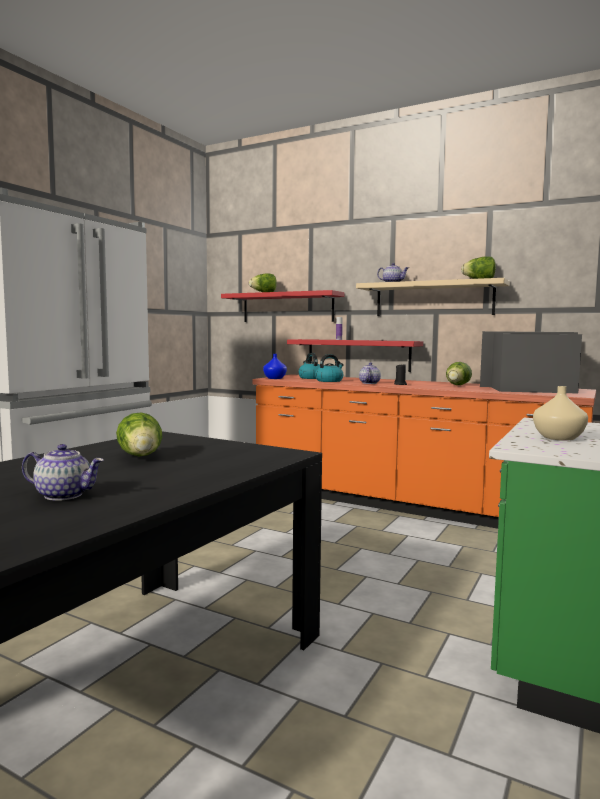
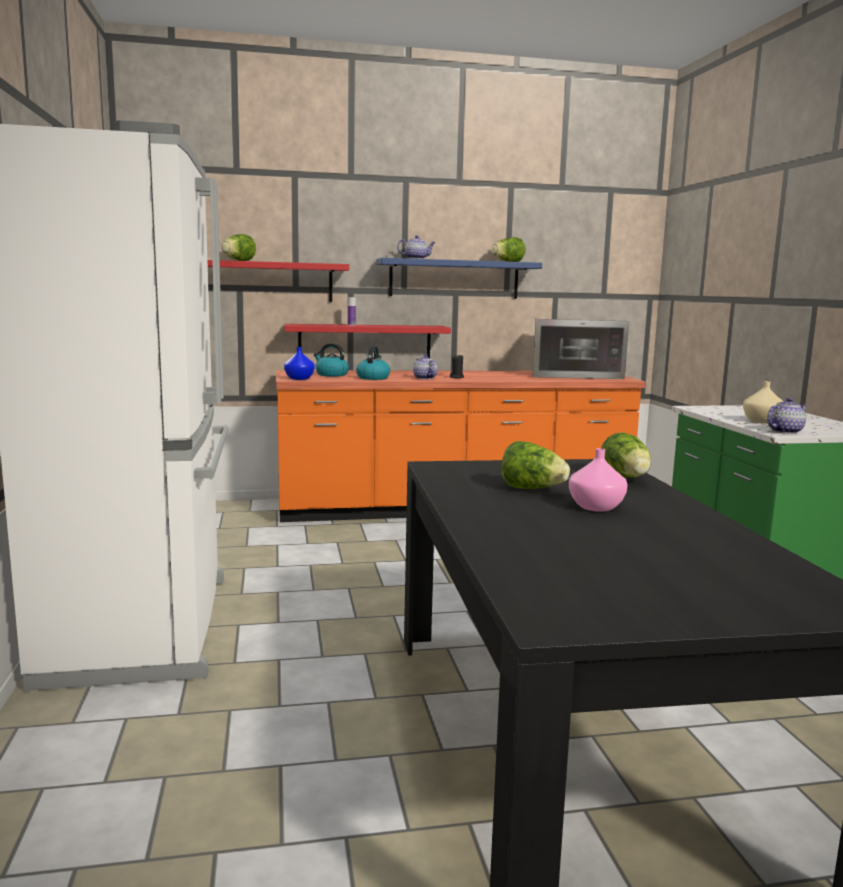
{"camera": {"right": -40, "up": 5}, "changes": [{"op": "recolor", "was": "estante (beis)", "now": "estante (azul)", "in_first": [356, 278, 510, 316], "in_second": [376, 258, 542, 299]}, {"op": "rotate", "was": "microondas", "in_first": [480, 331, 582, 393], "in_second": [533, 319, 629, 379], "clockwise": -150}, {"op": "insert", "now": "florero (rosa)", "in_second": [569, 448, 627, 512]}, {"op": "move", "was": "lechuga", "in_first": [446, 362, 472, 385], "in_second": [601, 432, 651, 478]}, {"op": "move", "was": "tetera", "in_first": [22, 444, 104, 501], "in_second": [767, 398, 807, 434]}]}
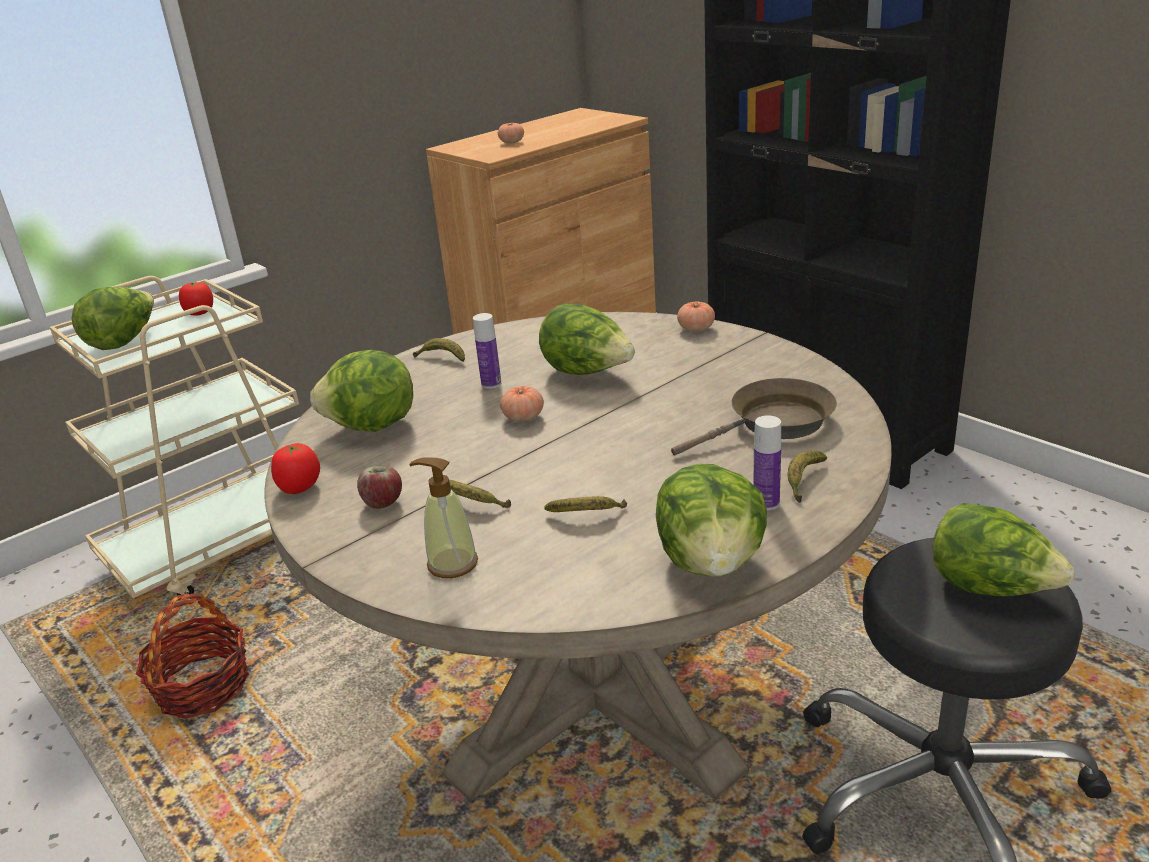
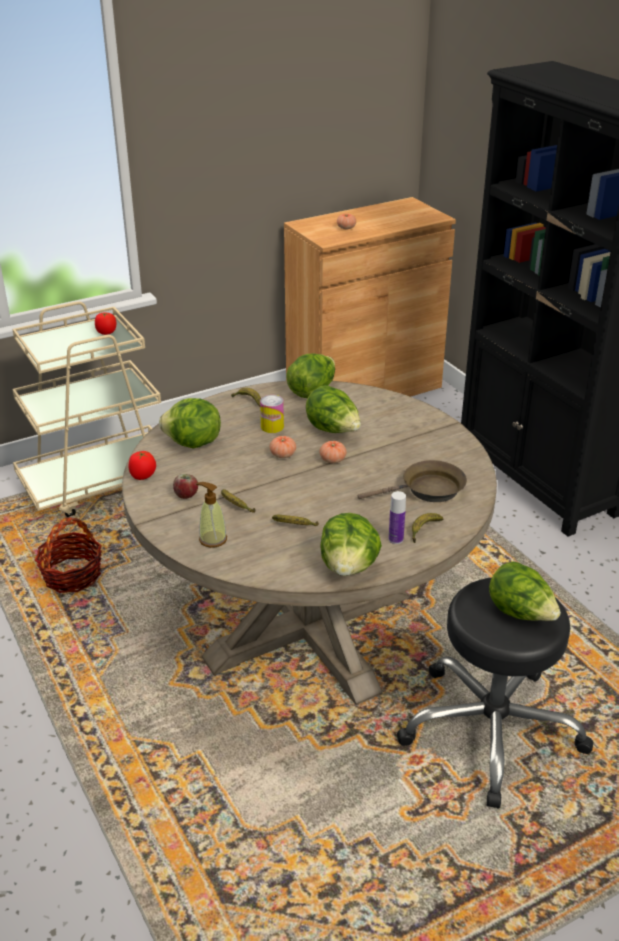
{"camera": {"right": 10, "up": 5}, "changes": [{"op": "replace", "was": "botella", "now": "lata", "in_first": [473, 313, 501, 389], "in_second": [260, 395, 284, 433]}, {"op": "move", "was": "lechuga", "in_first": [71, 287, 154, 350], "in_second": [286, 353, 335, 398]}, {"op": "move", "was": "tomate", "in_first": [677, 302, 715, 332], "in_second": [320, 441, 347, 463]}]}
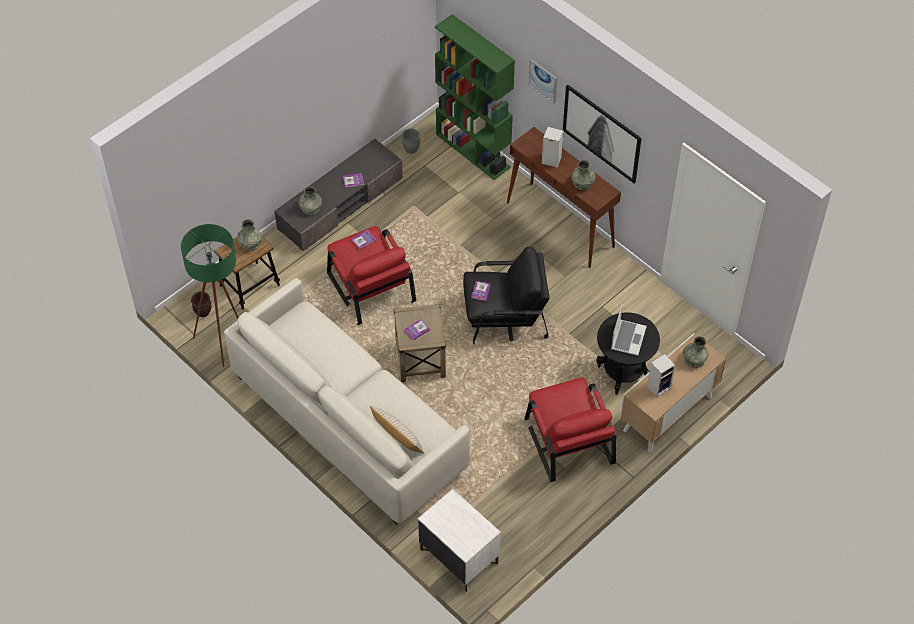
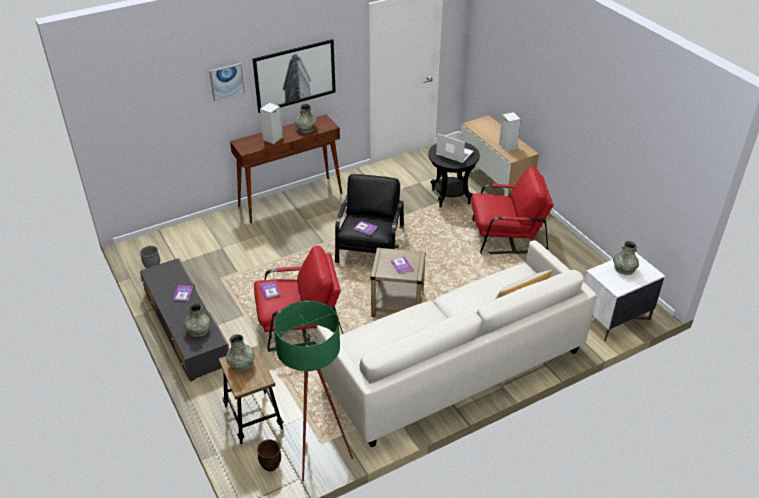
{"camera": {"right": -75, "up": -15}, "changes": [{"op": "move", "was": "florero (gris)", "in_first": [683, 336, 709, 368], "in_second": [613, 241, 639, 275]}, {"op": "delete", "was": "estantería (verde)", "in_first": [434, 14, 515, 180]}]}
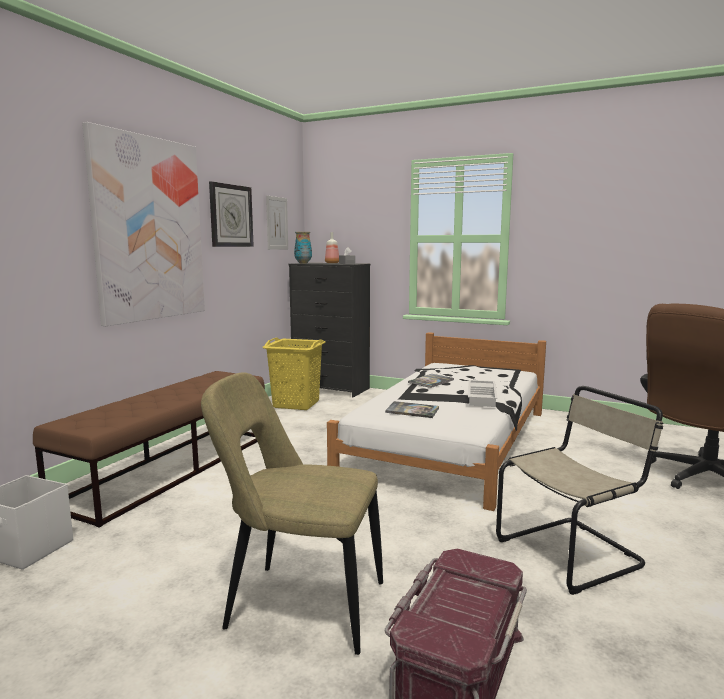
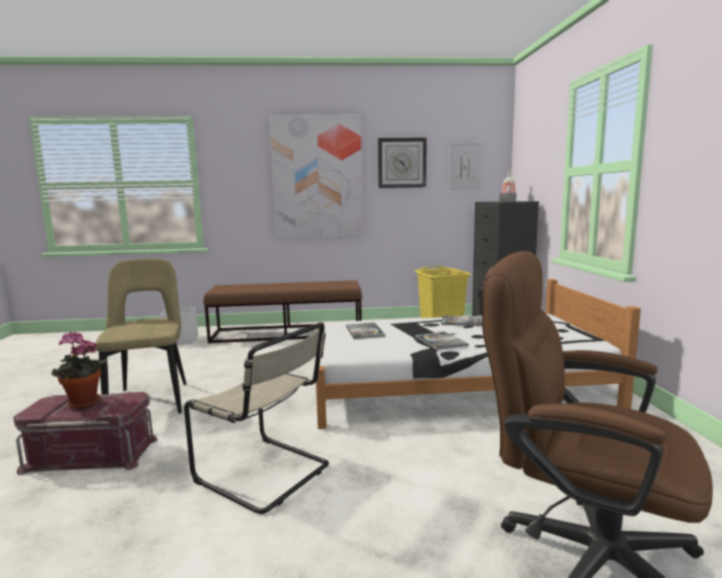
{"camera": {"right": 60, "up": 0}, "changes": [{"op": "insert", "now": "planta en maceta", "in_second": [51, 332, 107, 408]}, {"op": "replace", "was": "bandeja (blanco)", "now": "libro", "in_first": [468, 380, 498, 407], "in_second": [415, 332, 468, 350]}, {"op": "delete", "was": "florero", "in_first": [294, 232, 312, 264]}]}
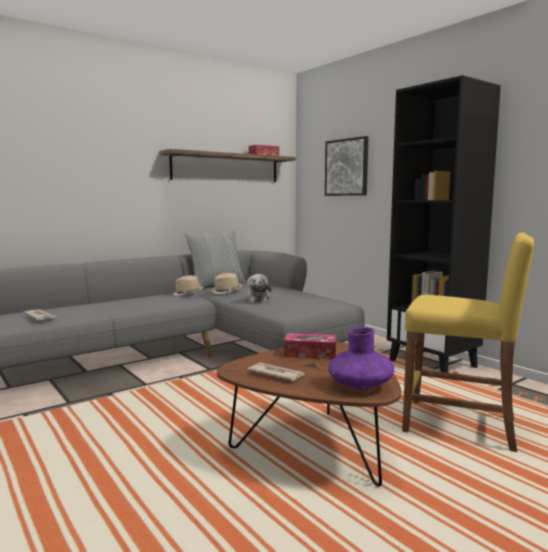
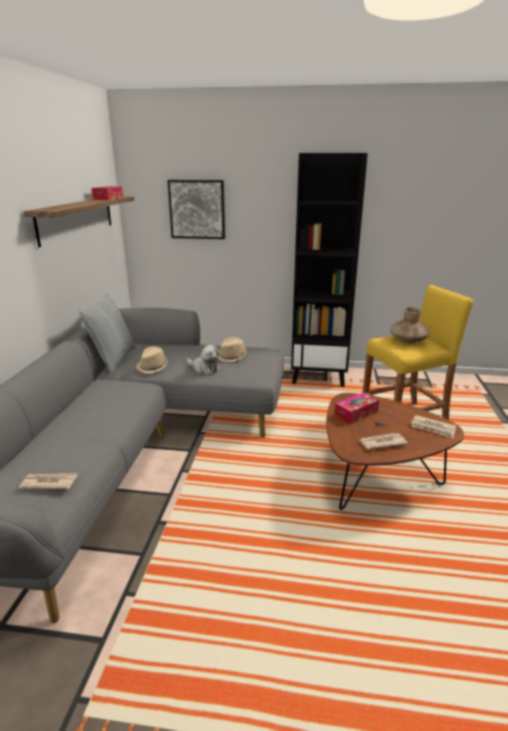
{"camera": {"right": -45, "up": 15}, "changes": [{"op": "move", "was": "sombrero (beis)", "in_first": [173, 275, 203, 295], "in_second": [218, 337, 247, 362]}, {"op": "insert", "now": "florero (marrón)", "in_second": [390, 306, 430, 343]}, {"op": "replace", "was": "florero (morado)", "now": "periódico", "in_first": [328, 327, 394, 390], "in_second": [411, 415, 456, 438]}]}
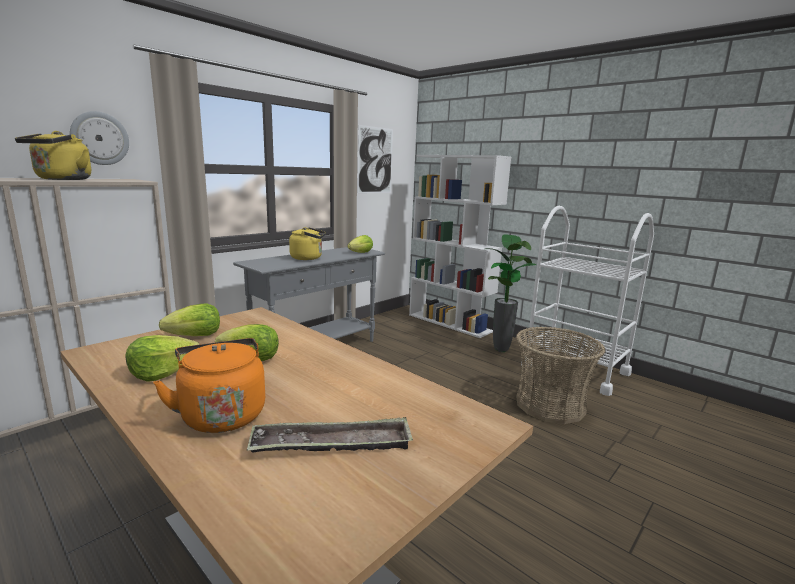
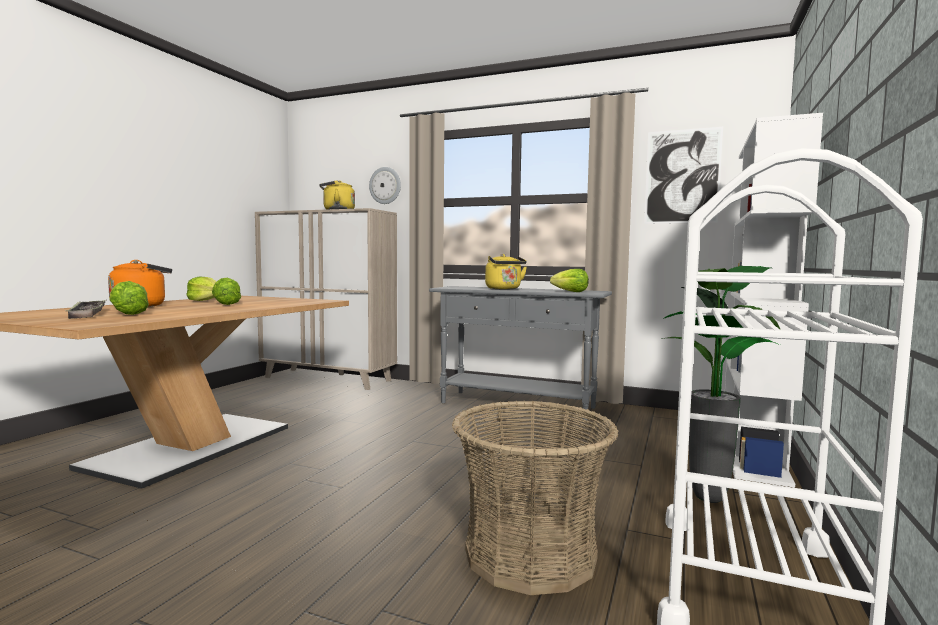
{"camera": {"right": 70, "up": -10}, "changes": [{"op": "move", "was": "lechuga", "in_first": [159, 304, 220, 336], "in_second": [109, 281, 149, 315]}]}
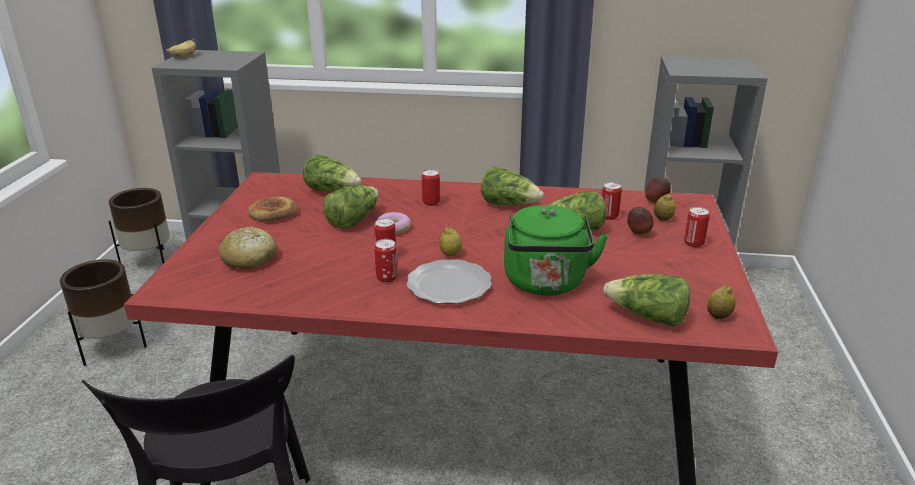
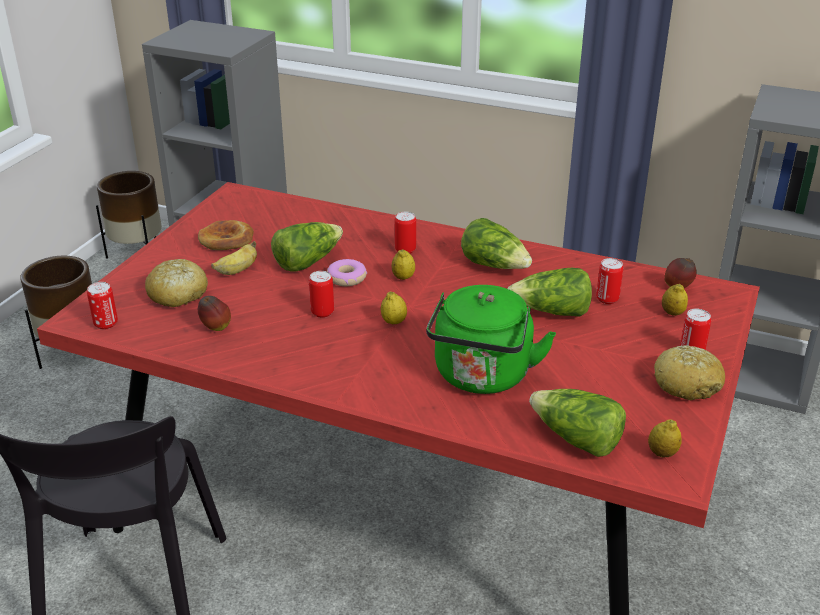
{"camera": {"right": 15, "up": 5}, "changes": [{"op": "move", "was": "lata", "in_first": [374, 239, 398, 283], "in_second": [87, 282, 118, 330]}, {"op": "move", "was": "manzana", "in_first": [627, 207, 654, 236], "in_second": [198, 296, 231, 331]}, {"op": "move", "was": "plátano", "in_first": [166, 39, 196, 58], "in_second": [211, 241, 257, 275]}, {"op": "insert", "now": "limón", "in_second": [391, 249, 415, 280]}, {"op": "insert", "now": "pan", "in_second": [654, 345, 725, 400]}, {"op": "delete", "was": "lechuga", "in_first": [303, 155, 362, 191]}, {"op": "delete", "was": "plato", "in_first": [407, 260, 492, 304]}]}
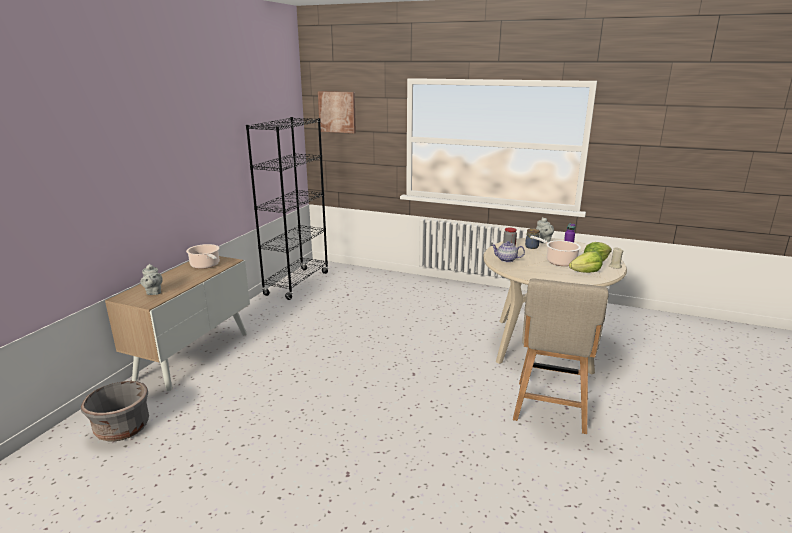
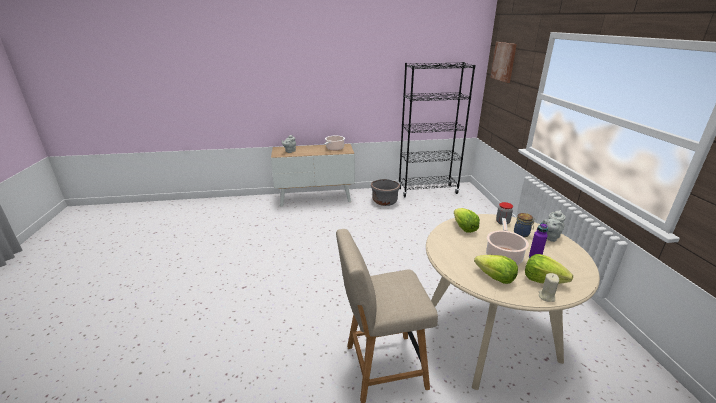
{"camera": {"right": 60, "up": 5}, "changes": [{"op": "move", "was": "maceta (gris)", "in_first": [81, 381, 149, 441], "in_second": [371, 179, 400, 206]}, {"op": "replace", "was": "tetera", "now": "lechuga", "in_first": [492, 241, 525, 262], "in_second": [454, 208, 480, 233]}]}
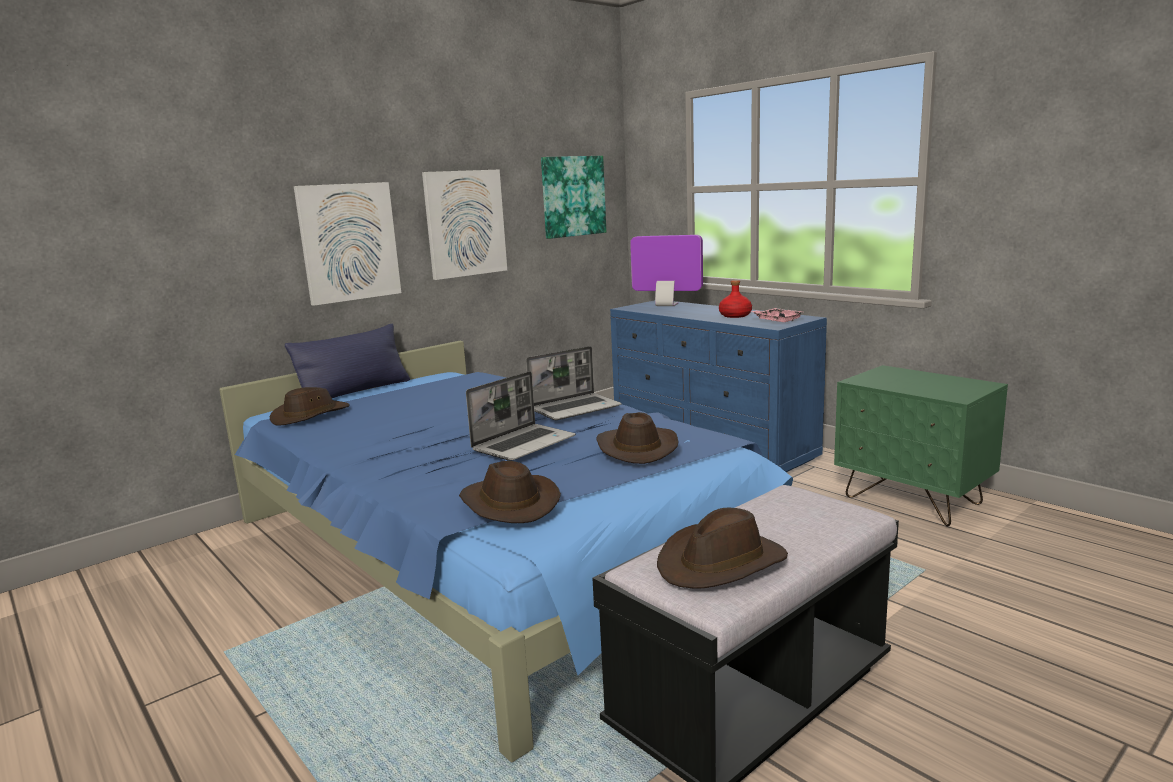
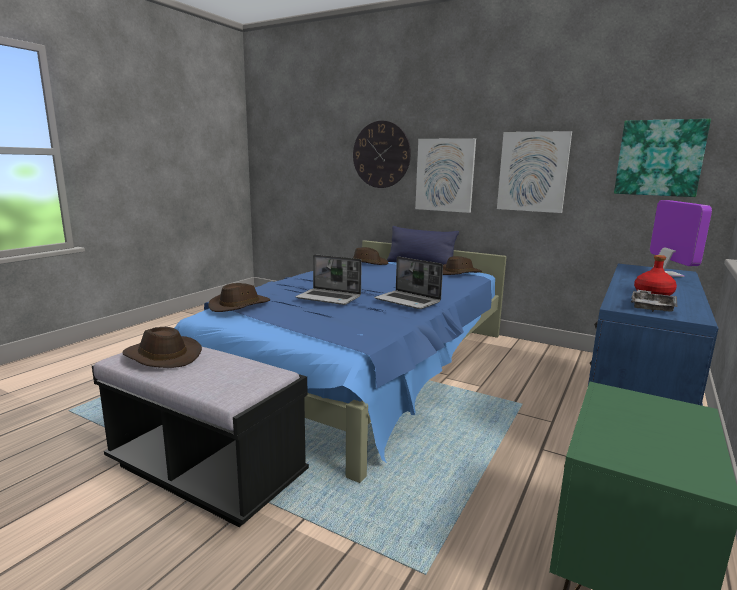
{"camera": {"right": 70, "up": 0}, "changes": [{"op": "insert", "now": "reloj de pared", "in_second": [353, 121, 411, 188]}, {"op": "move", "was": "sombrero (marrón)", "in_first": [596, 412, 678, 464], "in_second": [443, 256, 482, 275]}, {"op": "recolor", "was": "bandeja (rosa)", "now": "bandeja (gris)", "in_first": [752, 308, 802, 322], "in_second": [631, 290, 677, 312]}]}
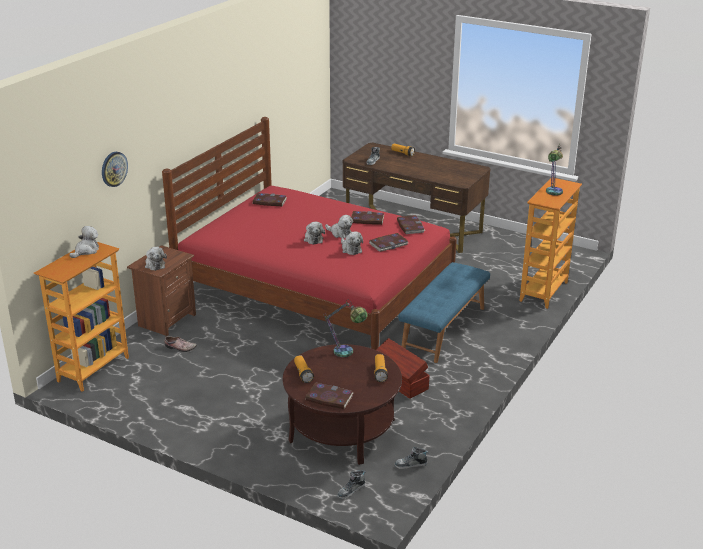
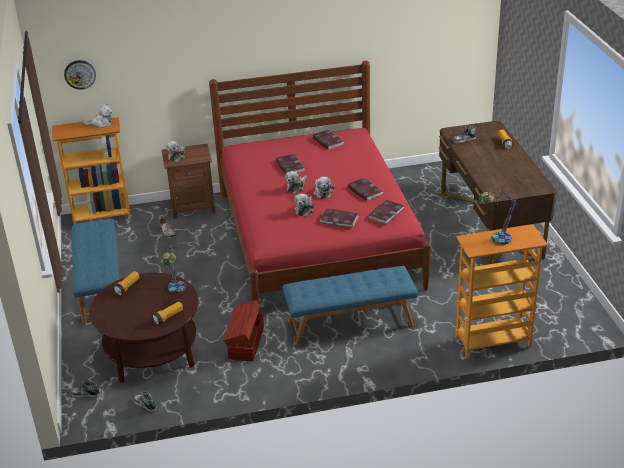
{"camera": {"right": 50, "up": 5}, "changes": [{"op": "move", "was": "reloj de pared", "in_first": [102, 152, 128, 187], "in_second": [64, 60, 96, 90]}, {"op": "insert", "now": "banco (azul)", "in_second": [72, 219, 119, 325]}, {"op": "move", "was": "libro", "in_first": [305, 382, 353, 409], "in_second": [276, 154, 305, 174]}]}
